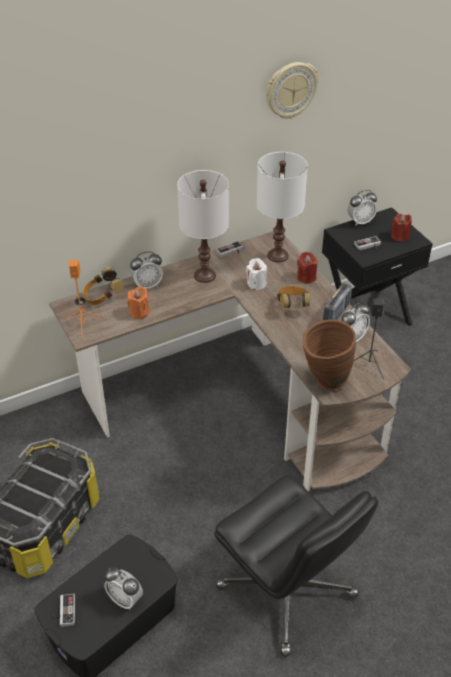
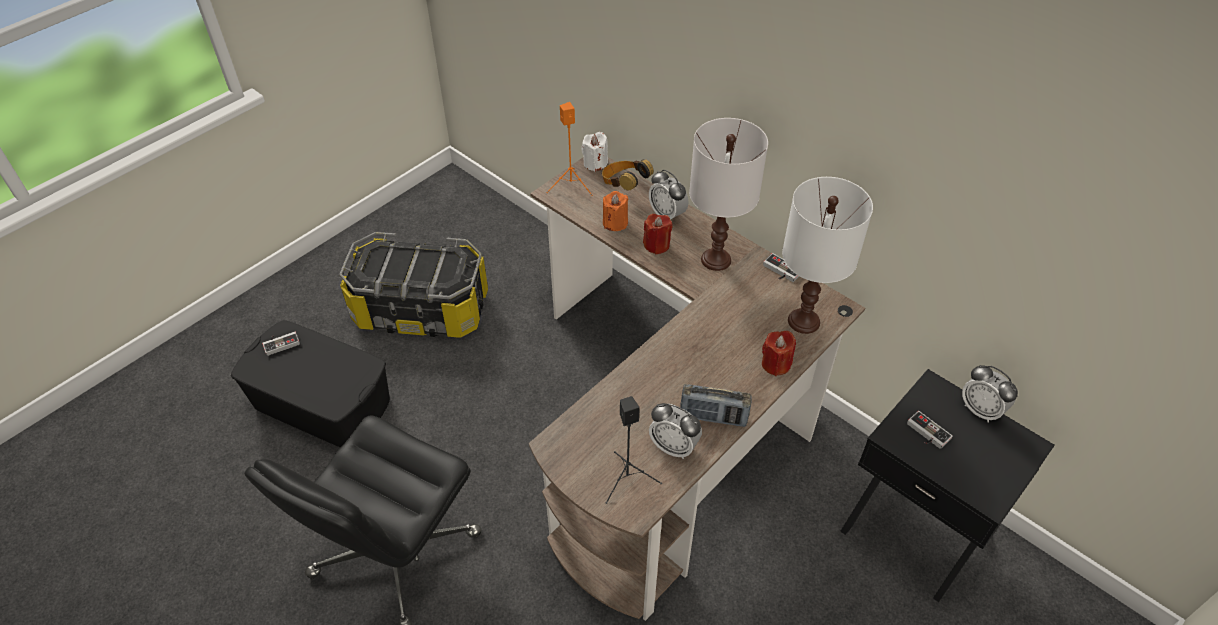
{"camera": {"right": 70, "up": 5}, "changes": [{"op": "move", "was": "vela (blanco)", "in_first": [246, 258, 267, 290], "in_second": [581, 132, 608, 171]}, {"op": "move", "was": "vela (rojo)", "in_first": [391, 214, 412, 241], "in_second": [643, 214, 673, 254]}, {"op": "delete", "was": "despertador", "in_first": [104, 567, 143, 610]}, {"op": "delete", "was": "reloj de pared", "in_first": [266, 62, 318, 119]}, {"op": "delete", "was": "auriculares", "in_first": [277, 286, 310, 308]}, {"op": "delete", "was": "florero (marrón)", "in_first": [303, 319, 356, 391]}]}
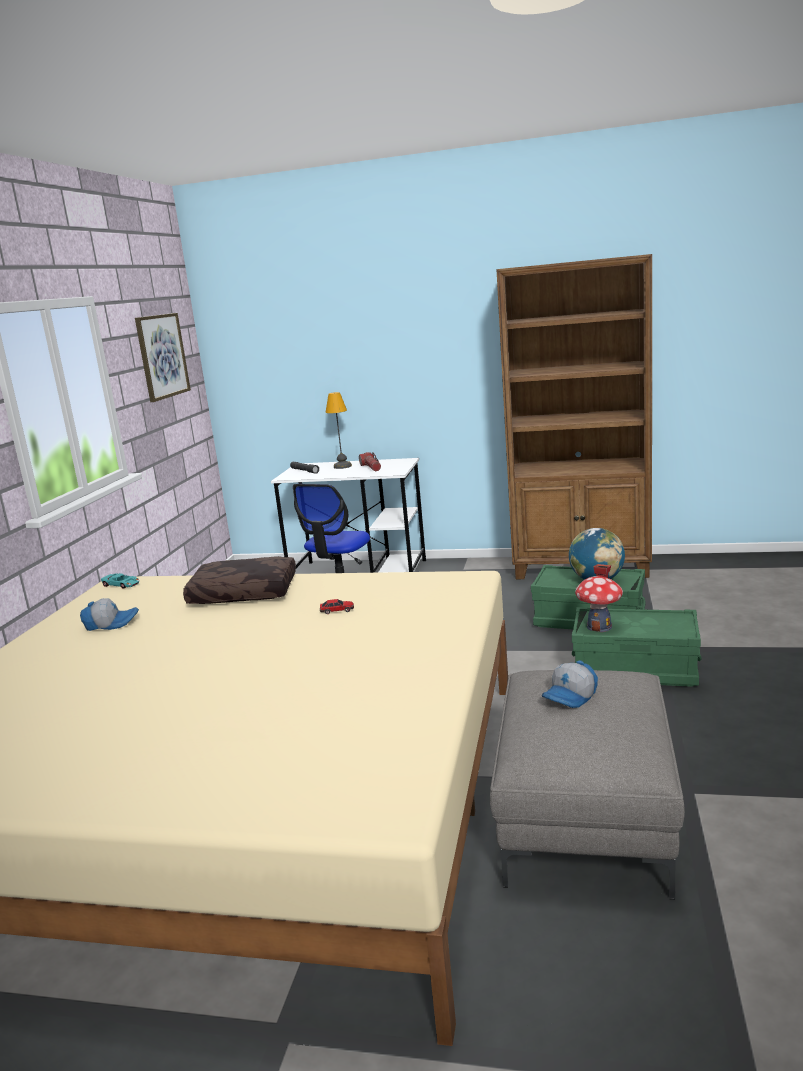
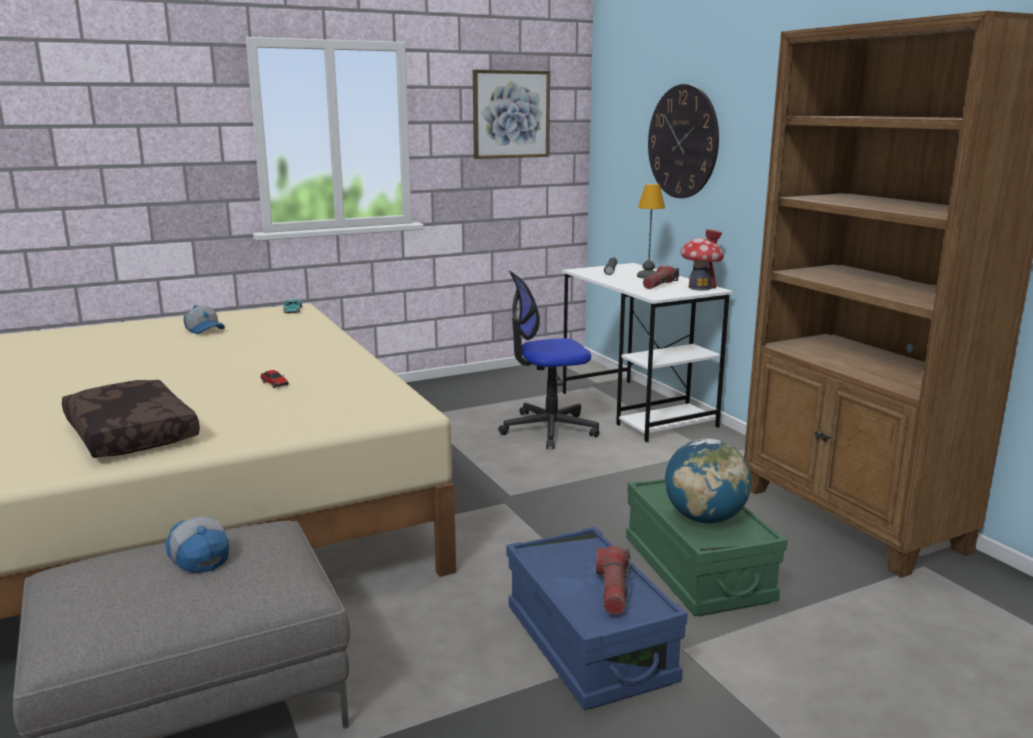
{"camera": {"right": 50, "up": 0}, "changes": [{"op": "move", "was": "cojín (marrón)", "in_first": [183, 556, 296, 604], "in_second": [62, 380, 200, 458]}, {"op": "rotate", "was": "gorra", "in_first": [542, 660, 598, 708], "in_second": [165, 516, 229, 573], "clockwise": 45}, {"op": "recolor", "was": "caja de almacenaje (verde)", "now": "caja de almacenaje (azul)", "in_first": [572, 607, 702, 687], "in_second": [506, 527, 688, 710]}, {"op": "insert", "now": "linterna", "in_second": [596, 545, 631, 615]}, {"op": "insert", "now": "reloj de pared", "in_second": [648, 84, 719, 198]}, {"op": "move", "was": "casita", "in_first": [575, 564, 623, 632], "in_second": [680, 229, 724, 290]}]}
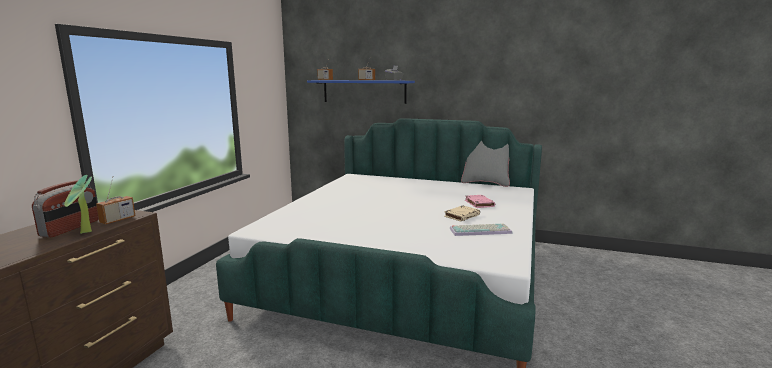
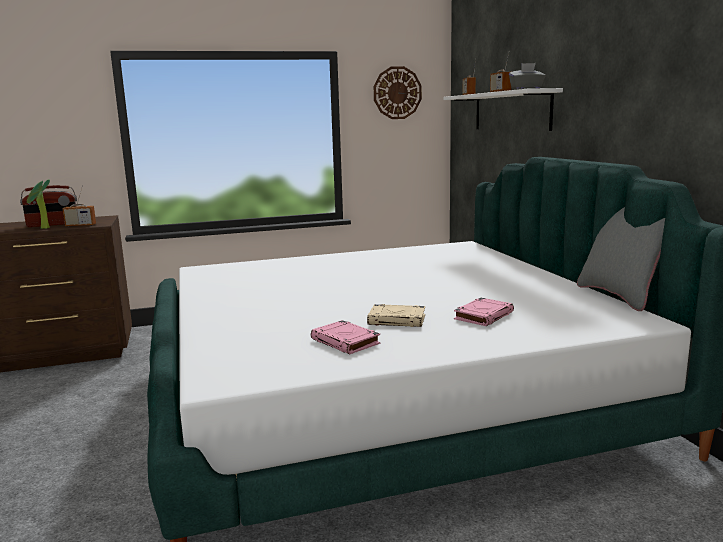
{"camera": {"right": 55, "up": 0}, "changes": [{"op": "replace", "was": "teclado", "now": "libro (rosa)", "in_first": [450, 223, 513, 236], "in_second": [311, 320, 380, 354]}, {"op": "insert", "now": "reloj de pared", "in_second": [374, 66, 422, 119]}, {"op": "recolor", "was": "estante (azul)", "now": "estante (blanco)", "in_first": [307, 80, 415, 104], "in_second": [443, 88, 563, 131]}]}
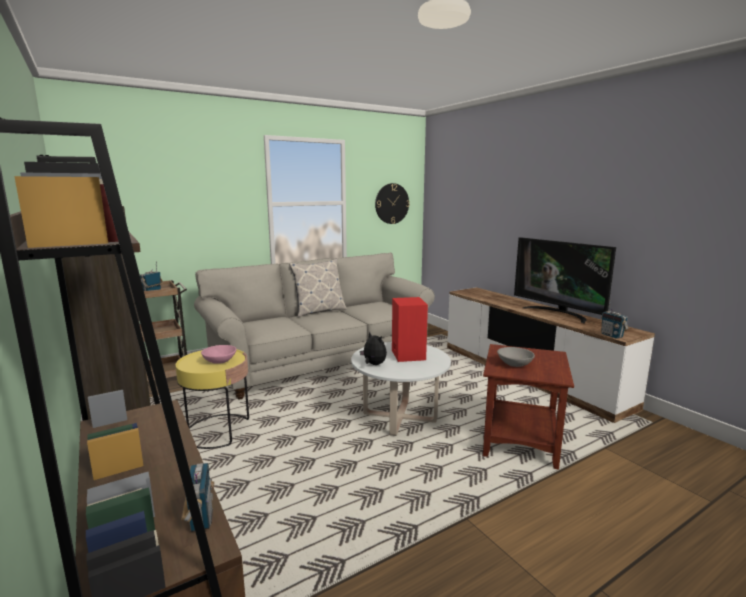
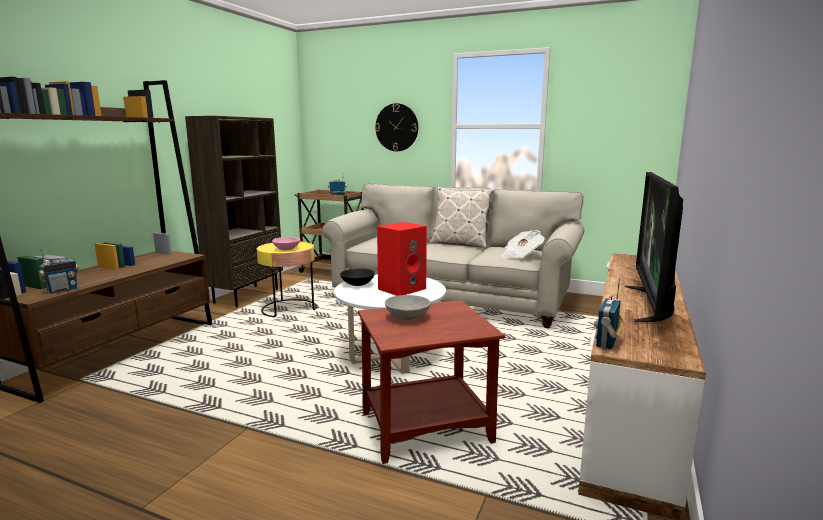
{"camera": {"right": 55, "up": 0}, "changes": [{"op": "replace", "was": "peluche", "now": "cuenco (negro)", "in_first": [360, 331, 387, 365], "in_second": [340, 269, 375, 286]}, {"op": "move", "was": "reloj de pared", "in_first": [375, 183, 410, 224], "in_second": [375, 103, 418, 151]}, {"op": "insert", "now": "periódico", "in_second": [501, 230, 545, 258]}]}
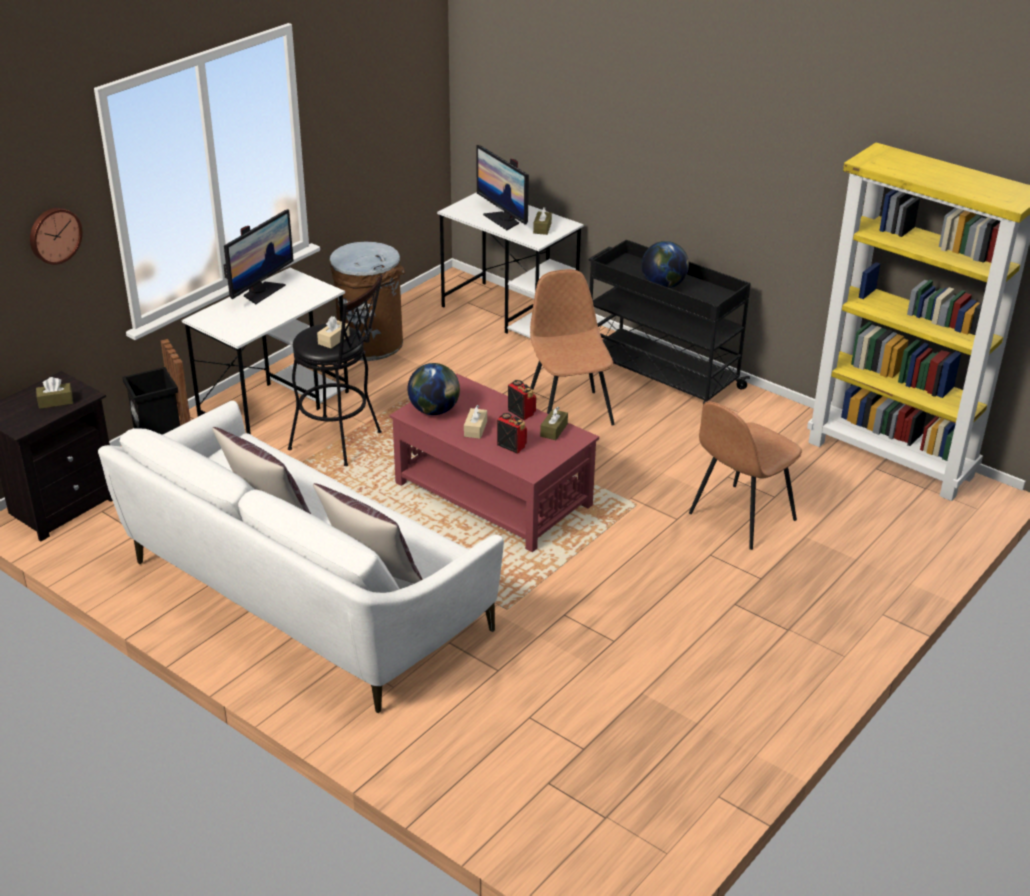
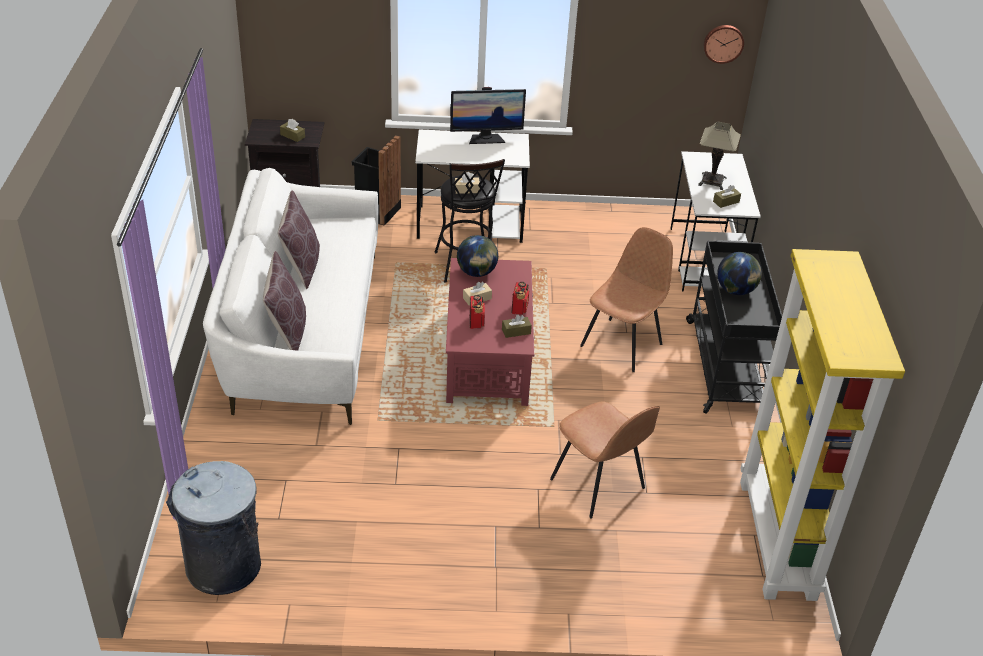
{"camera": {"right": 50, "up": 5}, "changes": [{"op": "insert", "now": "papelera (gris)", "in_second": [166, 461, 261, 595]}, {"op": "rotate", "was": "silla (marrón)", "in_first": [689, 401, 802, 550], "in_second": [550, 401, 660, 518], "clockwise": -135}, {"op": "replace", "was": "monitor", "now": "lámpara de mesa", "in_first": [476, 145, 529, 230], "in_second": [698, 122, 741, 190]}, {"op": "move", "was": "reloj de pared", "in_first": [30, 208, 83, 265], "in_second": [704, 25, 744, 64]}, {"op": "delete", "was": "papelera (marrón)", "in_first": [330, 242, 405, 361]}]}
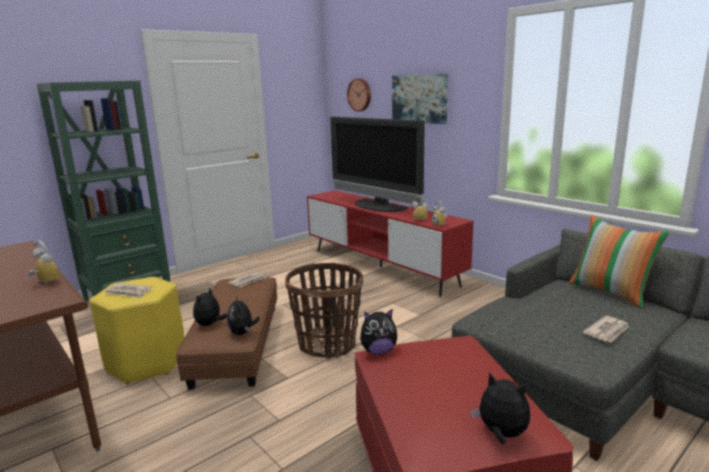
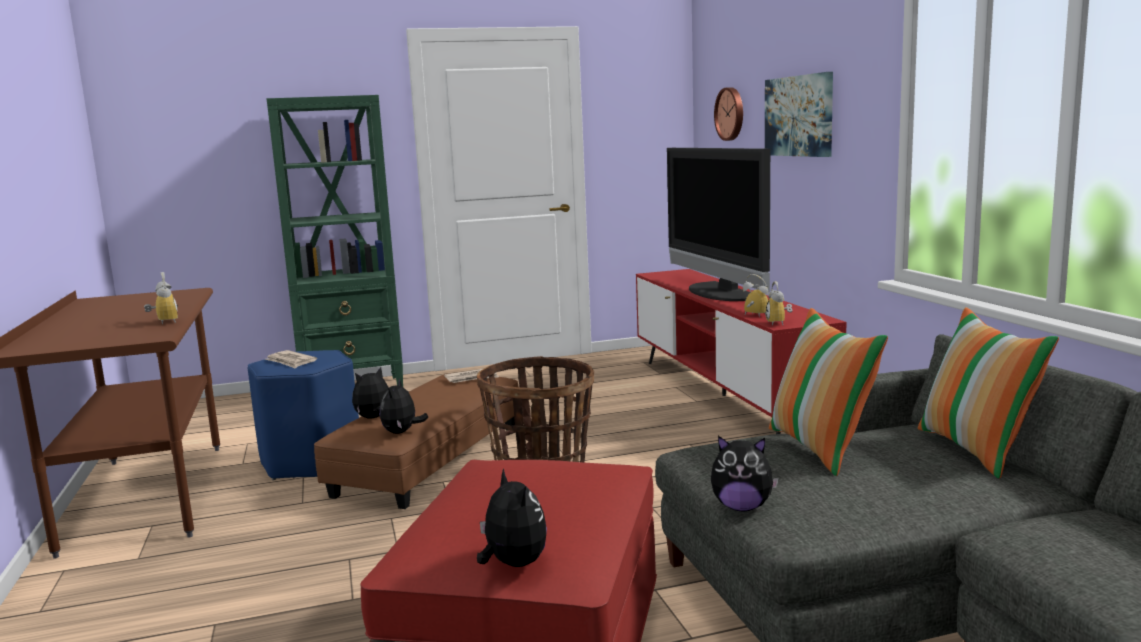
{"camera": {"right": 25, "up": -5}, "changes": [{"op": "recolor", "was": "taburete (amarillo)", "now": "taburete (azul)", "in_first": [90, 277, 184, 384], "in_second": [248, 350, 359, 480]}, {"op": "move", "was": "peluche", "in_first": [360, 309, 397, 355], "in_second": [711, 436, 779, 511]}, {"op": "insert", "now": "cojín", "in_second": [769, 308, 888, 476]}, {"op": "delete", "was": "periódico", "in_first": [583, 316, 629, 342]}]}
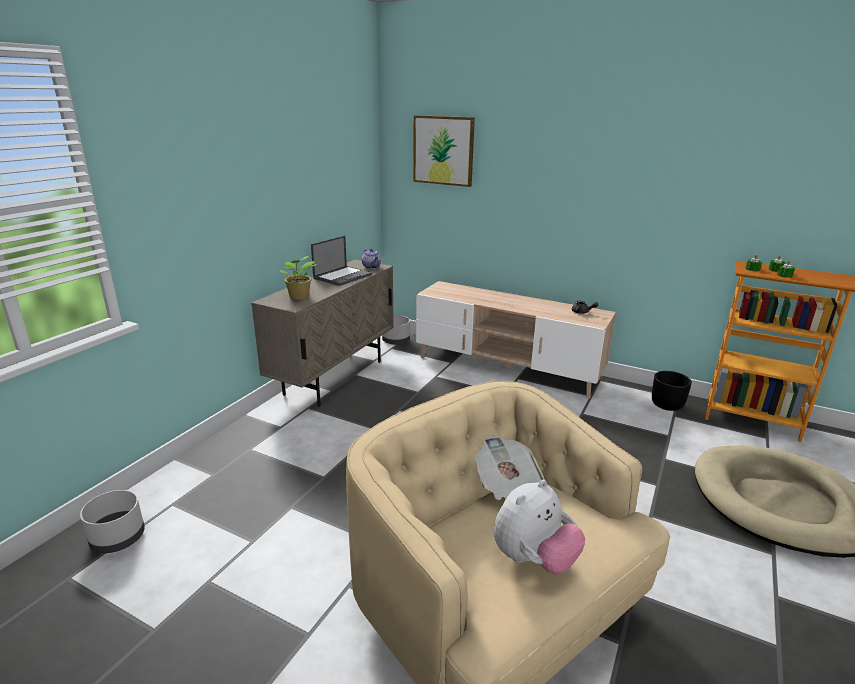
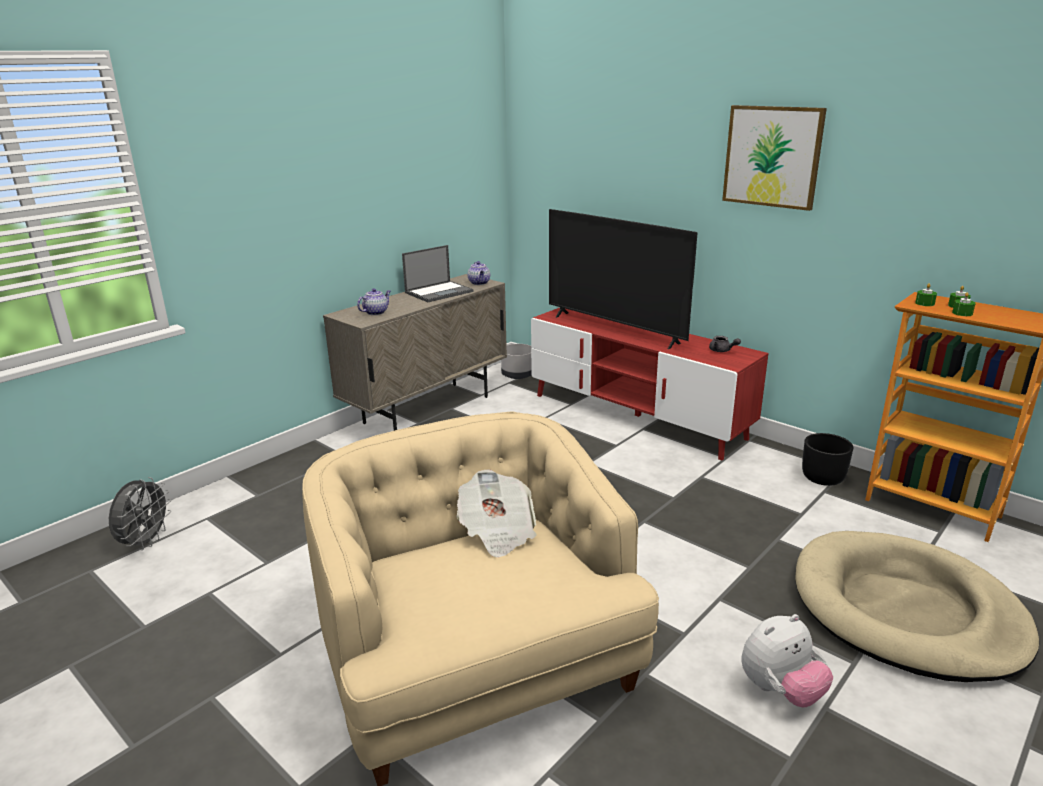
{"camera": {"right": 15, "up": 0}, "changes": [{"op": "replace", "was": "maceta (gris)", "now": "ventilador (gris)", "in_first": [80, 490, 145, 553], "in_second": [109, 477, 171, 550]}, {"op": "replace", "was": "planta en maceta", "now": "tetera", "in_first": [280, 256, 317, 300], "in_second": [357, 288, 391, 315]}, {"op": "recolor", "was": "mueble de televisión (beis)", "now": "mueble de televisión (rojo)", "in_first": [416, 281, 616, 399], "in_second": [531, 308, 769, 461]}, {"op": "insert", "now": "televisor", "in_second": [549, 209, 698, 349]}, {"op": "move", "was": "cuadro", "in_first": [413, 115, 475, 187], "in_second": [722, 105, 827, 211]}, {"op": "move", "was": "peluche", "in_first": [494, 479, 585, 574], "in_second": [741, 614, 833, 707]}]}
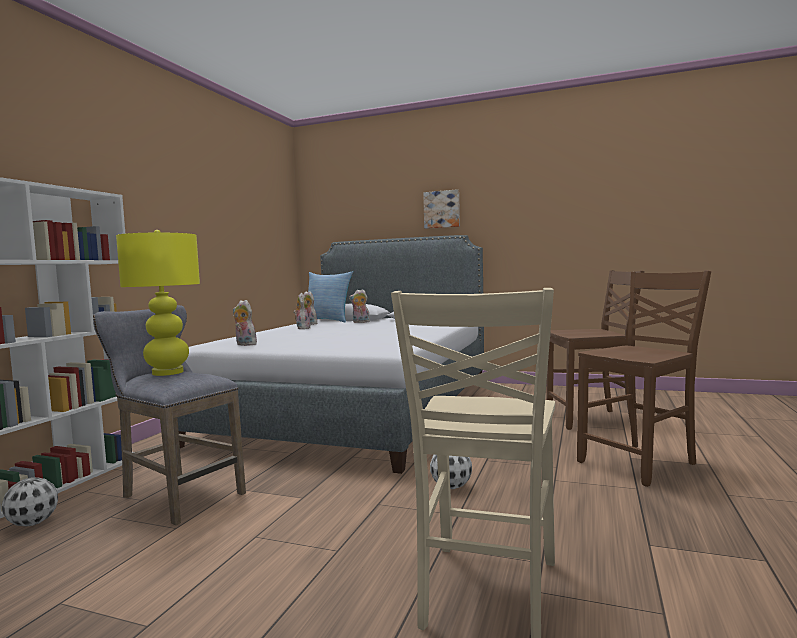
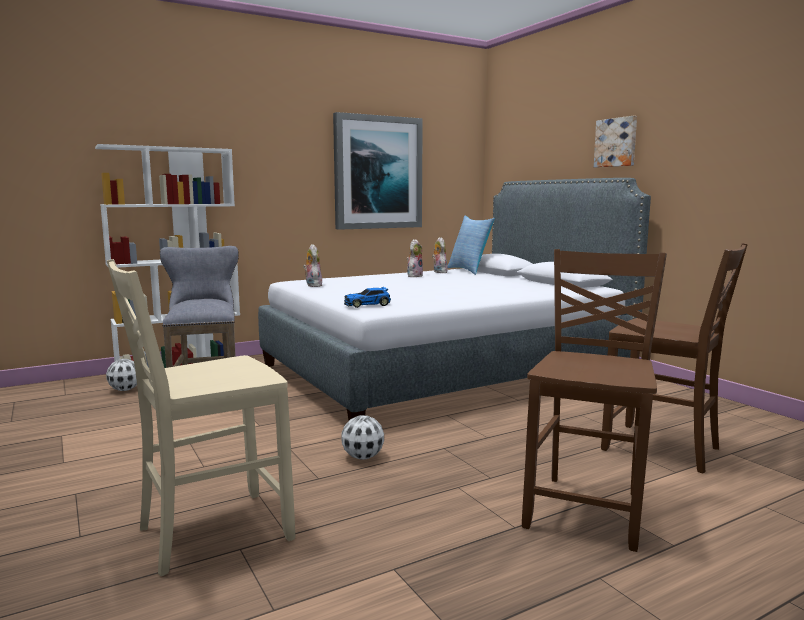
{"camera": {"right": 40, "up": 5}, "changes": [{"op": "insert", "now": "cuadro", "in_second": [333, 112, 423, 230]}, {"op": "insert", "now": "coche de juguete", "in_second": [344, 287, 391, 308]}, {"op": "rotate", "was": "silla (marrón)", "in_first": [577, 271, 711, 487], "in_second": [522, 249, 667, 552], "clockwise": -75}, {"op": "delete", "was": "lámpara de mesa (amarillo)", "in_first": [116, 230, 200, 376]}, {"op": "delete", "was": "peluche", "in_first": [349, 289, 370, 323]}]}
